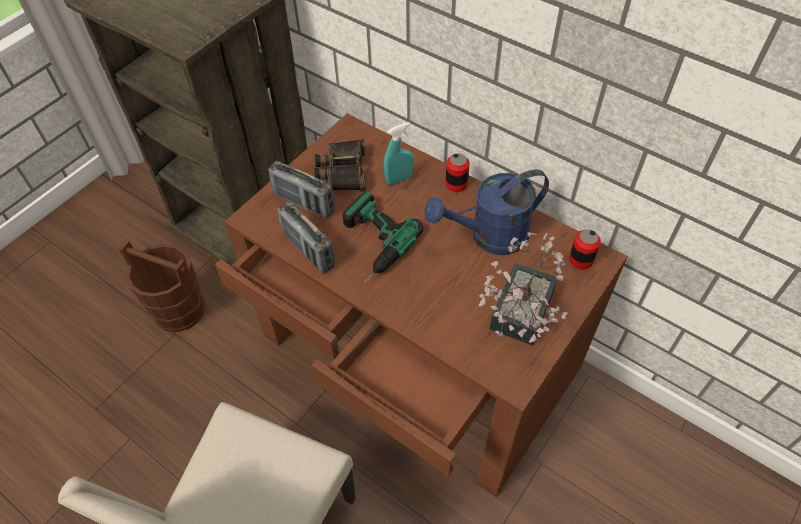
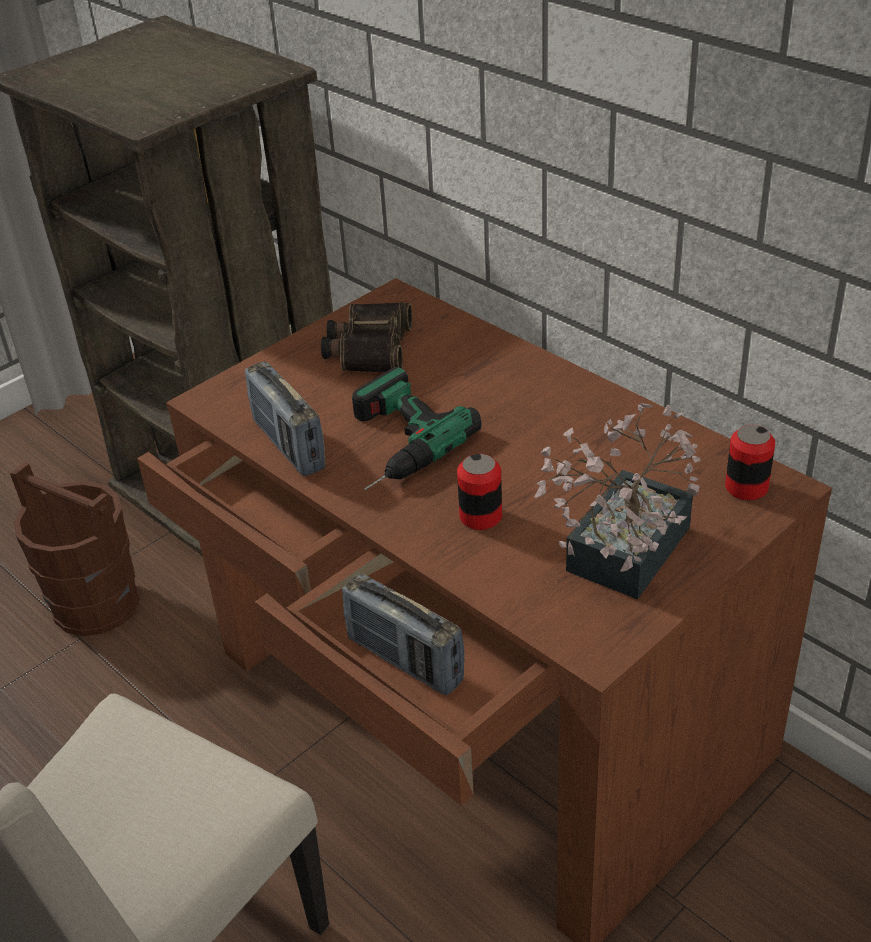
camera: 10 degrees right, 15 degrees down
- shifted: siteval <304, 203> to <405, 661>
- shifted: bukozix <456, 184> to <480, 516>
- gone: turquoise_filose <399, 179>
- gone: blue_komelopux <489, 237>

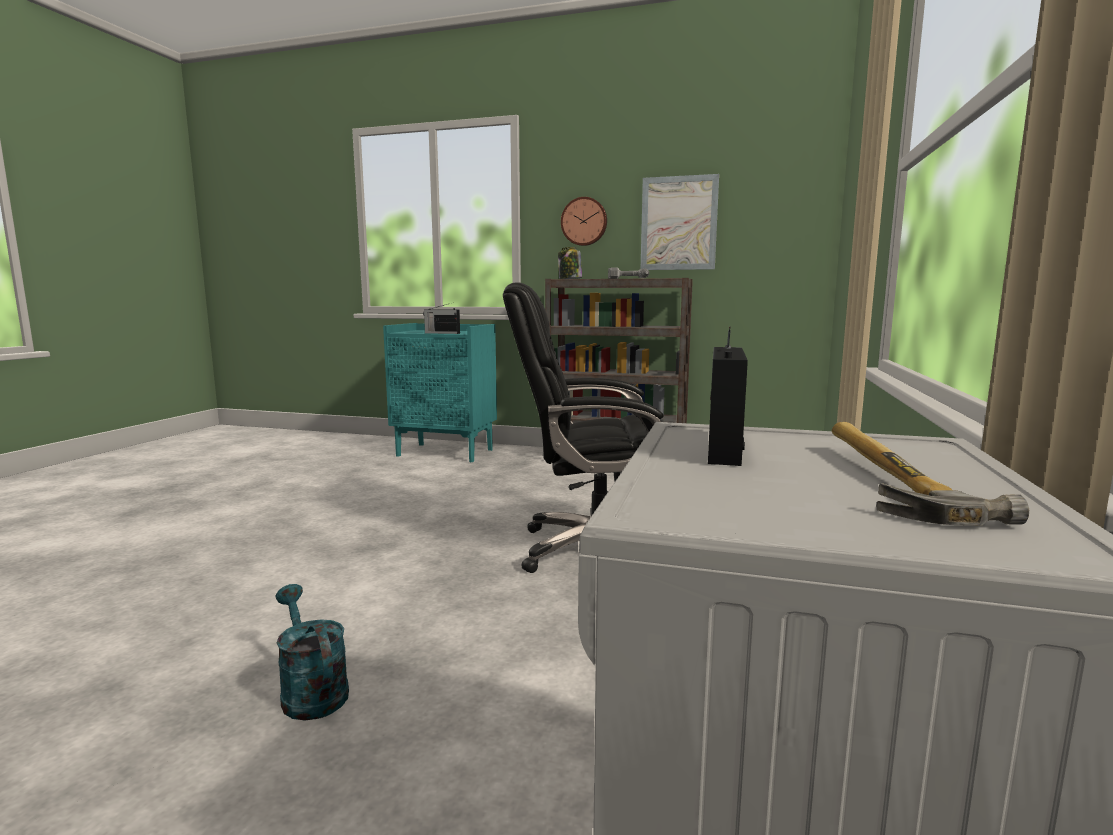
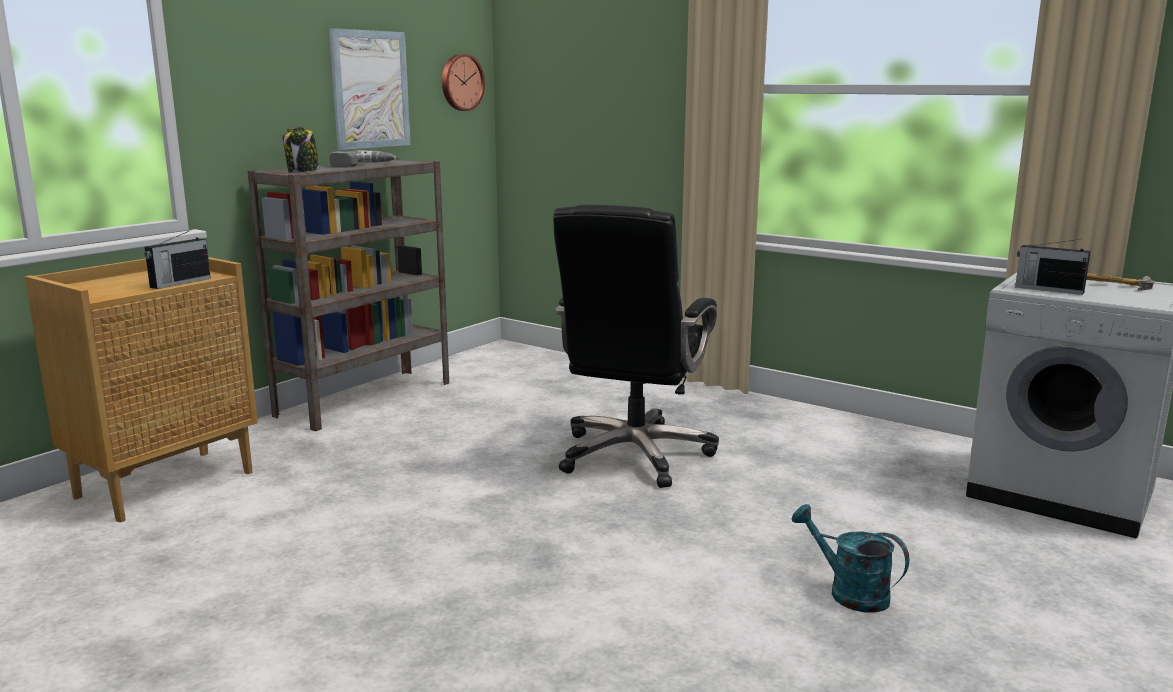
camera: 70 degrees left, 5 degrees up
- repainted: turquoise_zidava <445, 453> to brown_zidava <167, 484>
- shifted: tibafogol <584, 221> to <461, 82>
- rotated: turquoise_komelopux <311, 691> = <849, 592> 60 degrees clockwise

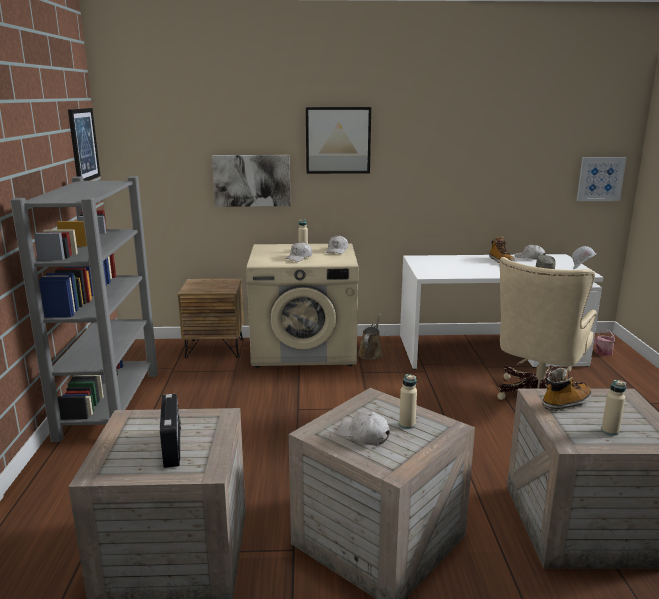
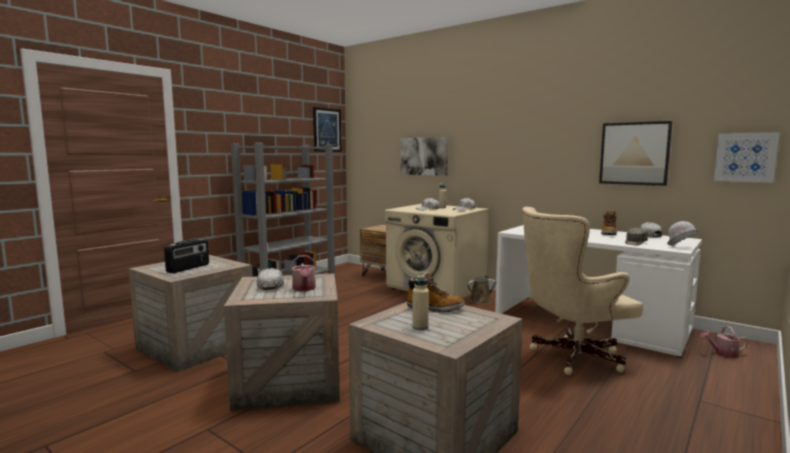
camera: 40 degrees right, 10 degrees down
- swapped: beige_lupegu <407, 424> to komelopux <304, 289>
- shifted: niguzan <338, 140> to <634, 153>

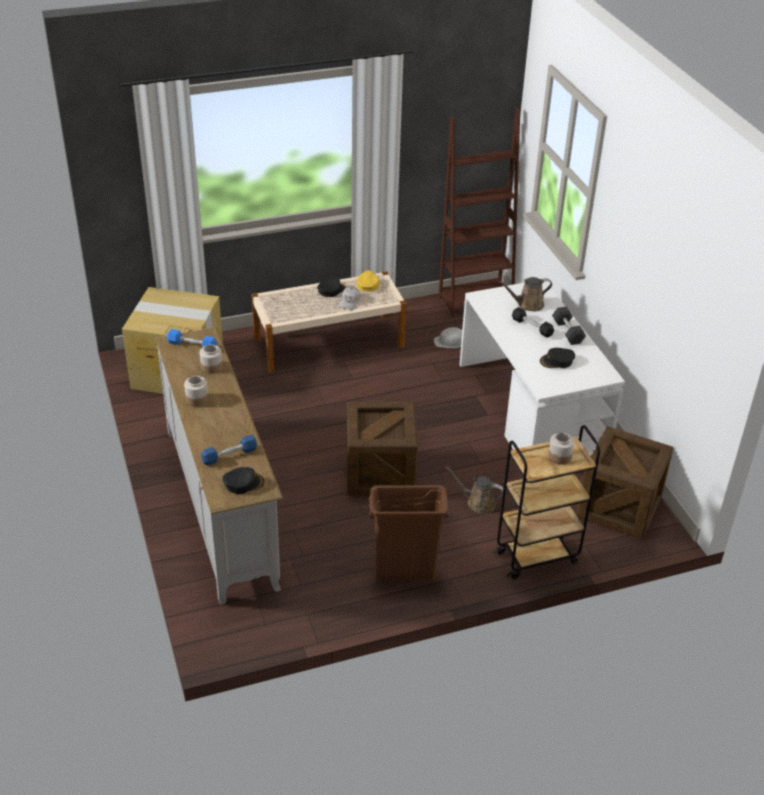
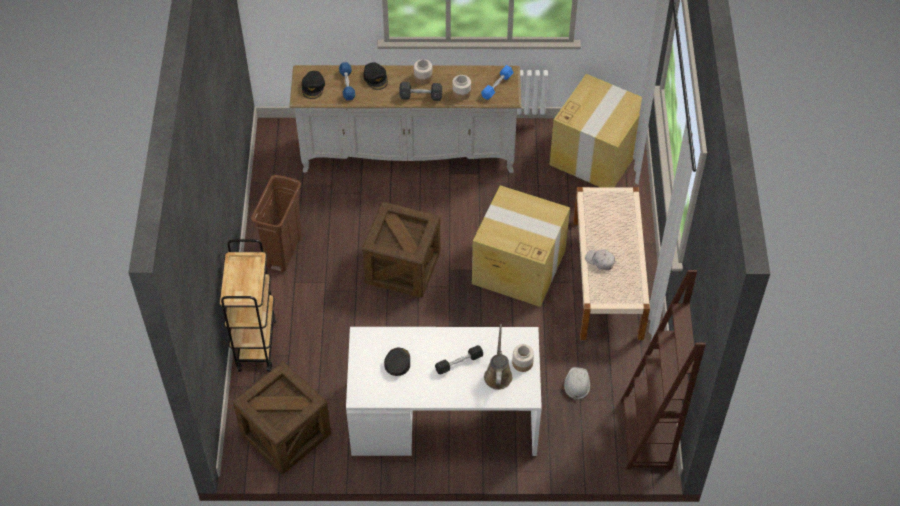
camera: 110 degrees right, 15 degrees up
- shifted: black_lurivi <331, 290> to <376, 78>
- shifted: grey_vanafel <567, 332> to <421, 96>
- new: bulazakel <517, 267>
- shifted: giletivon <560, 456> to <522, 363>
- gone: yellow_lurivi <367, 284>
- gone: brown_komelopux <478, 503>

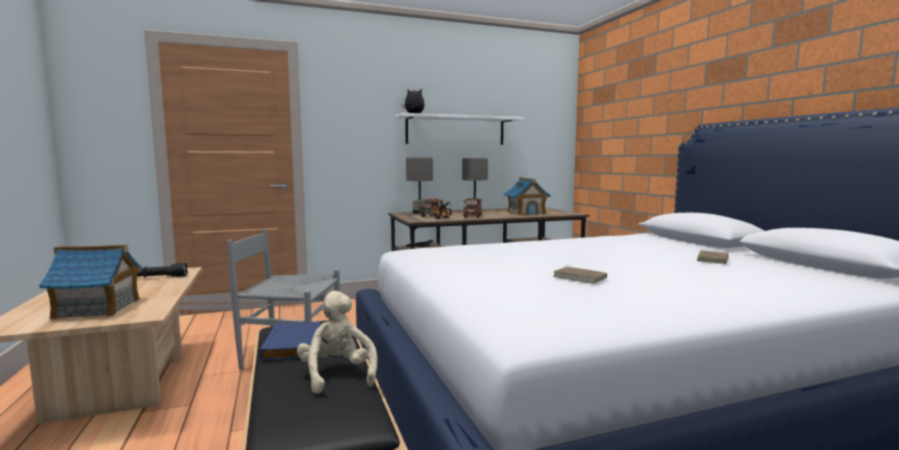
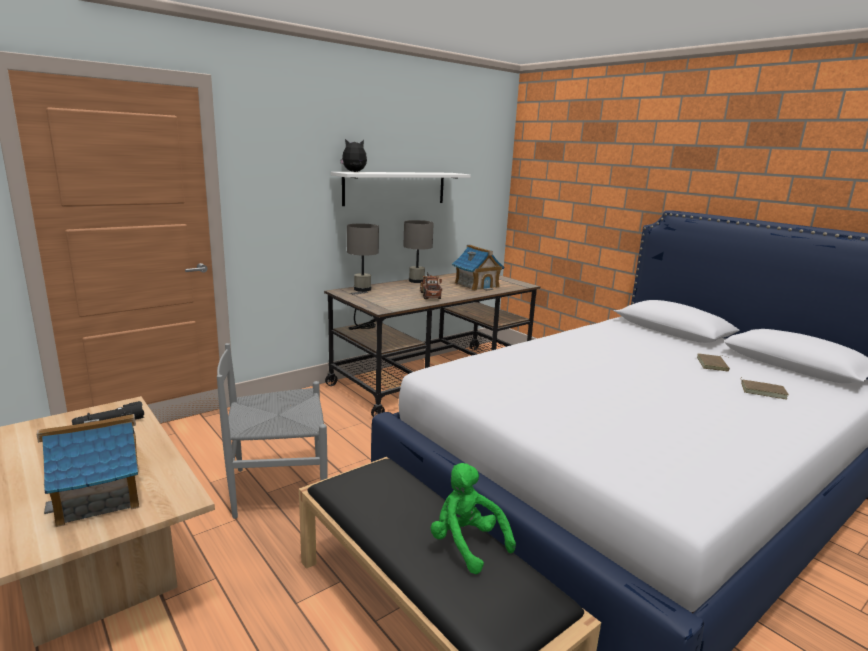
camera: 20 degrees left, 10 degrees up
- repainted: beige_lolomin <337, 375> to green_lolomin <466, 544>
- shifted: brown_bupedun <580, 277> to <763, 391>
- gone: blue_bupedun <295, 345>
- gone: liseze <436, 217>

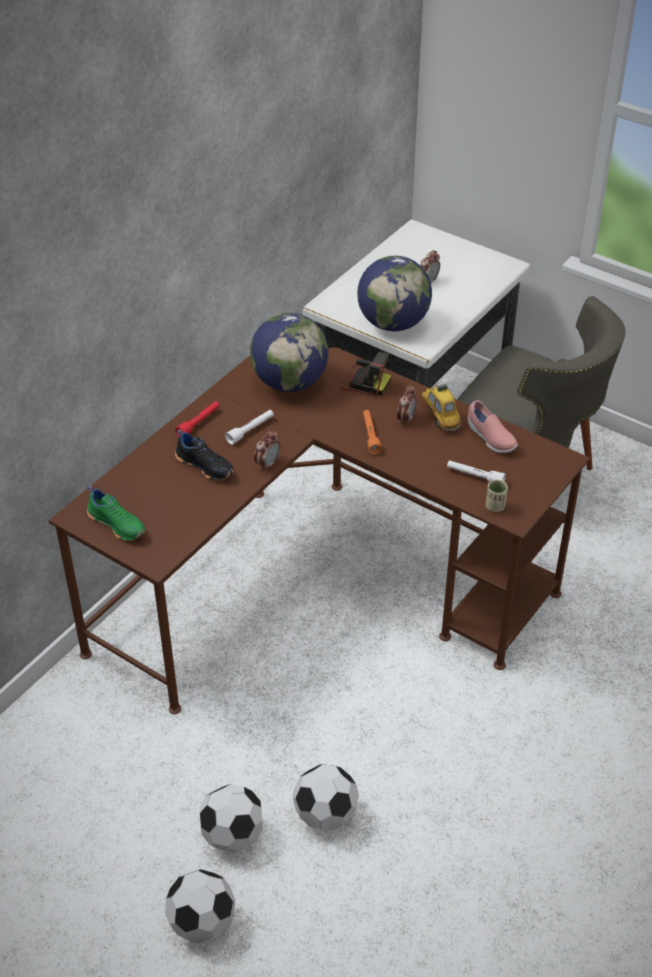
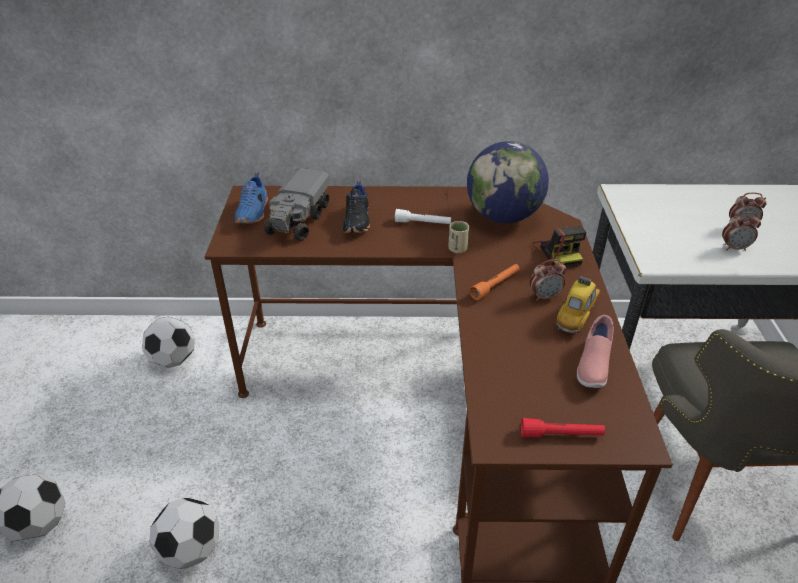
camera: 55 degrees right, 5 degrees down
- shifted: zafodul <232, 835> to <173, 359>
- repainted: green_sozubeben <118, 524> to blue_sozubeben <254, 212>
- new: liseze <299, 220>
- shifted: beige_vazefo <495, 506> to <457, 249>
- shifted: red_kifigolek <199, 423> to <561, 435>
- shifted: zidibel <267, 464> to <734, 248>
- gone: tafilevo <393, 323>
- gone: white_kifigolek <475, 477>

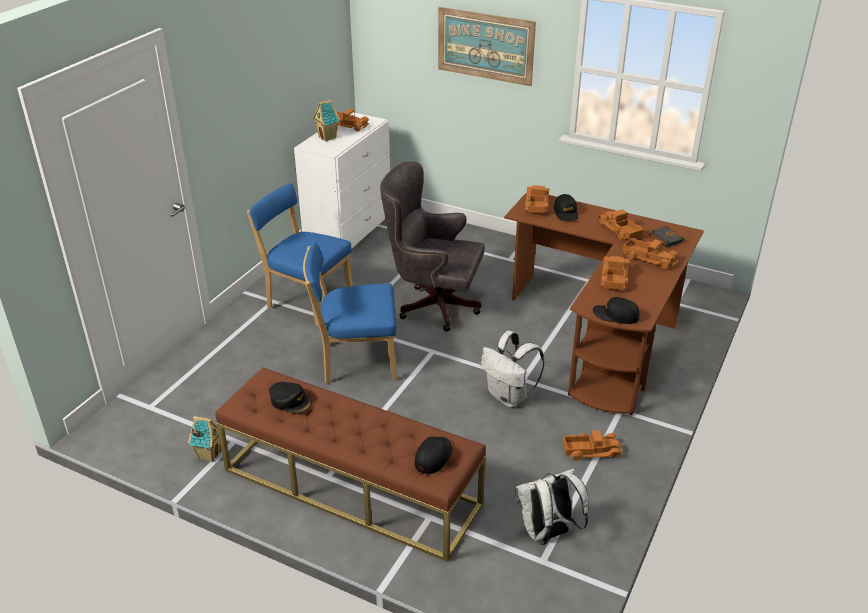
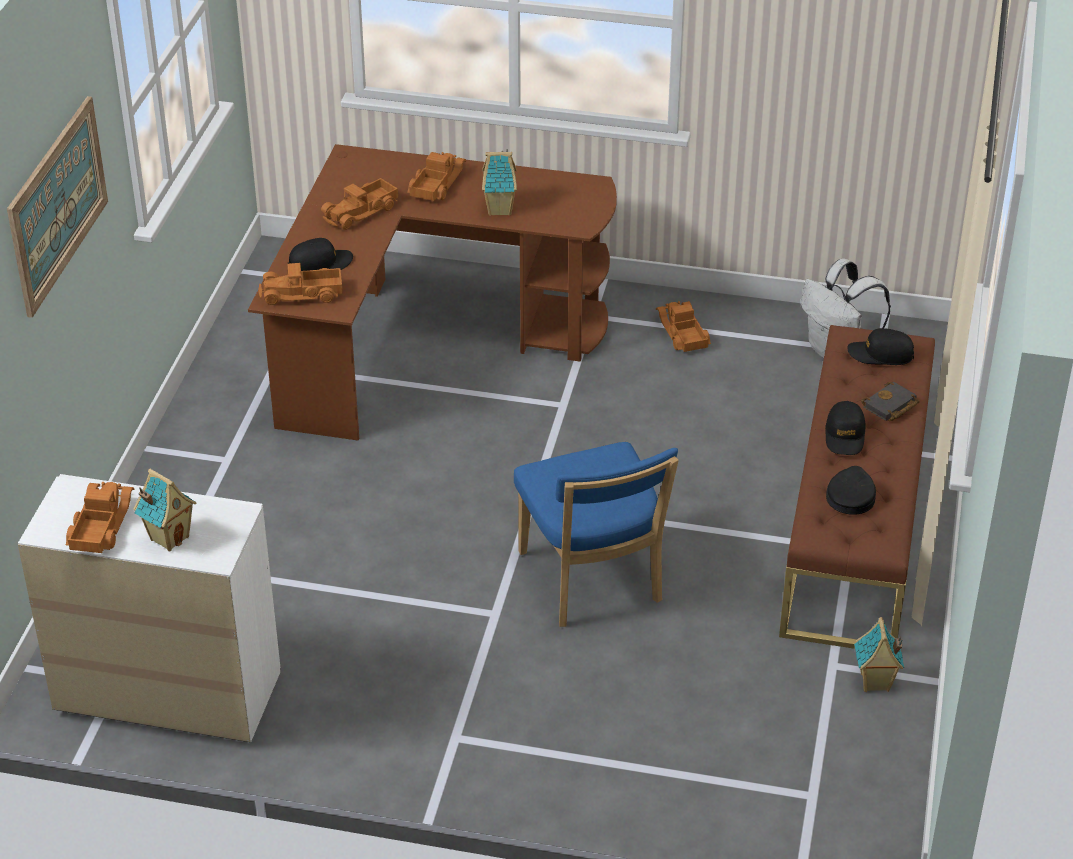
camera: 105 degrees left, 5 degrees up
- swapped: liseze <613, 278> to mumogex <500, 209>
- shifted: black_lurivi <616, 315> to <845, 435>
- shifted: black_bupedun <664, 239> to <890, 406>
- gone: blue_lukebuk <306, 301>
- gone: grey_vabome <433, 307>
- gone: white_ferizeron <509, 397>

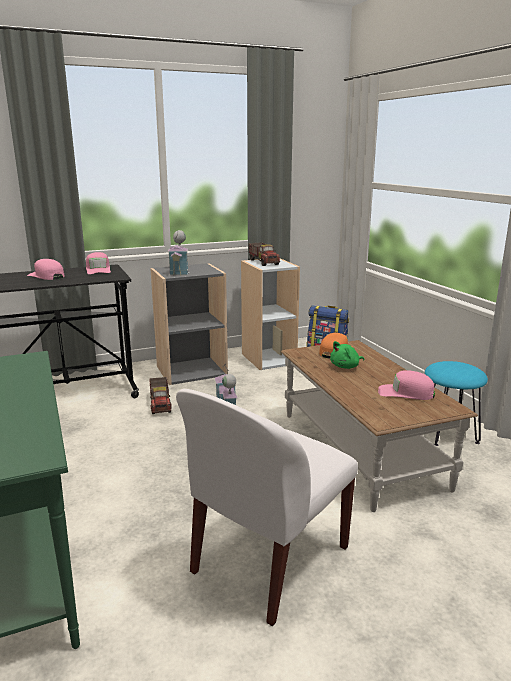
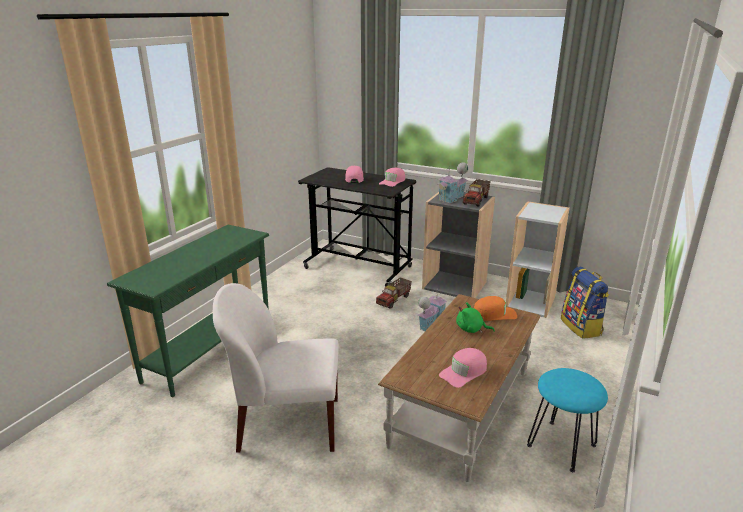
camera: 50 degrees right, 5 degrees up
- rotated: pink_lurivi <405, 393> = <464, 372> 105 degrees counterclockwise
- shifted: liseze <263, 262> to <476, 200>

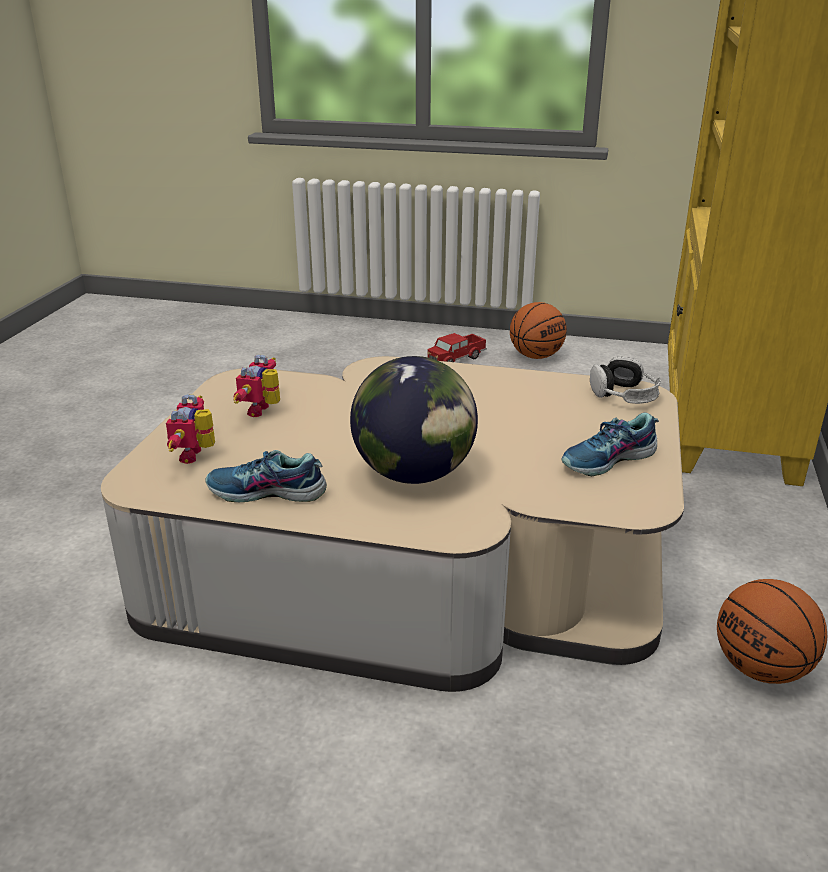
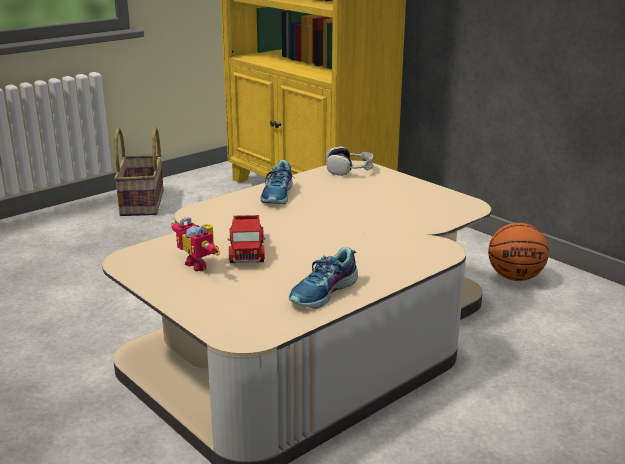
camera: 55 degrees left, 5 degrees down
- swapped: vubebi <536, 356> to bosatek <143, 203>
- shifted: liseze <456, 359> to <247, 250>
- shifted: sozubeben <609, 460> to <278, 195>
- gone: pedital <197, 455>
- gone: tafilevo <414, 474>

